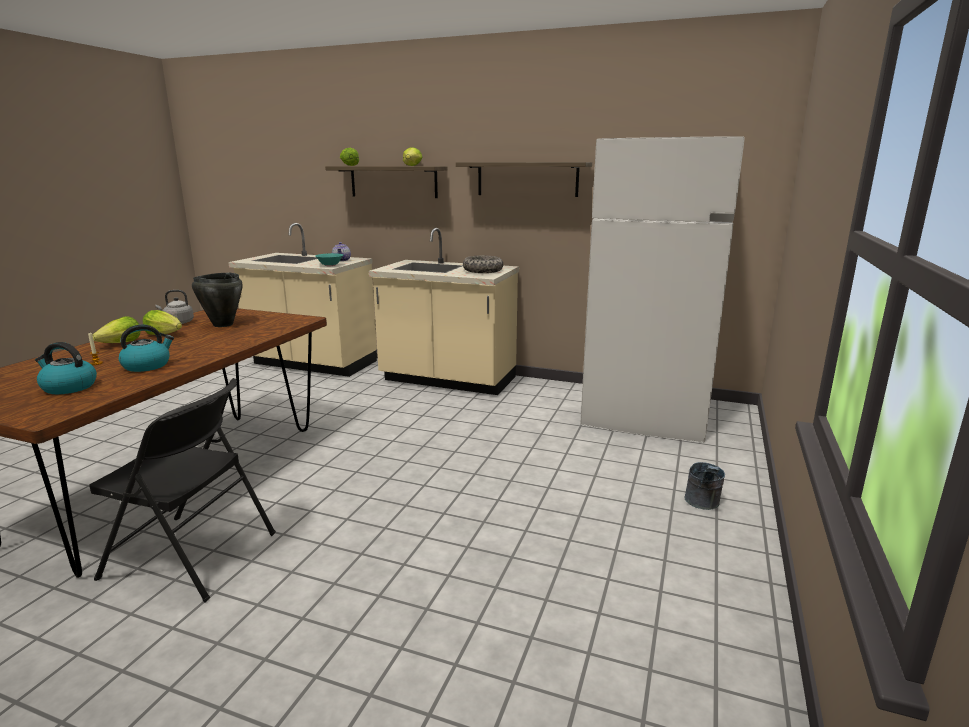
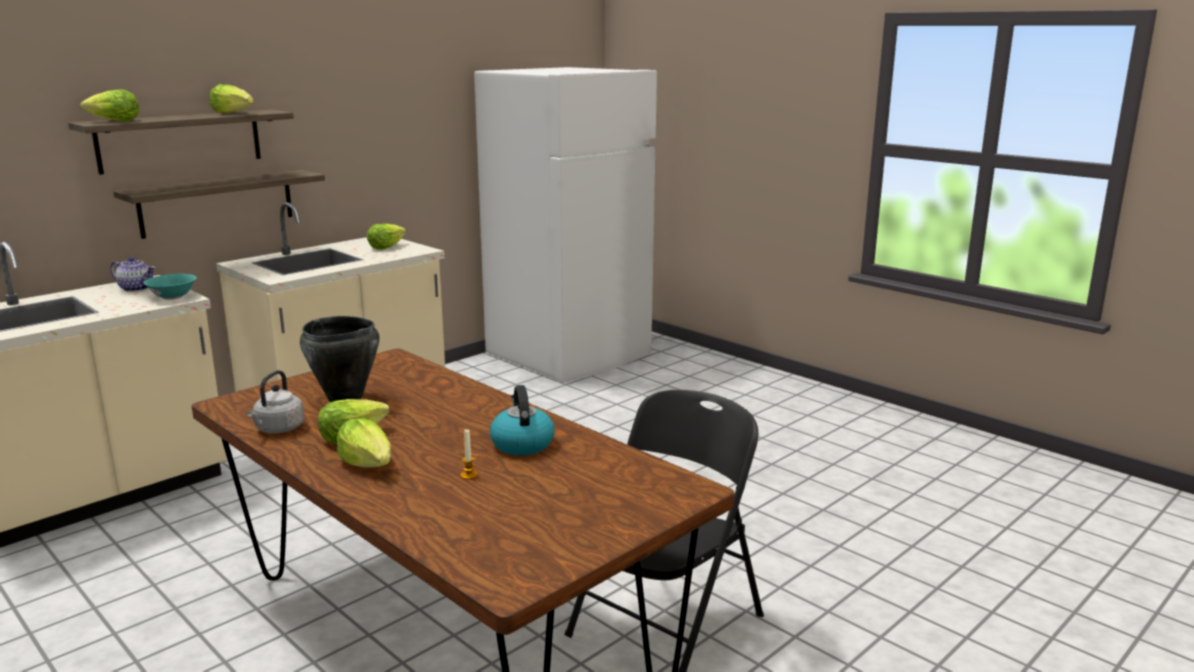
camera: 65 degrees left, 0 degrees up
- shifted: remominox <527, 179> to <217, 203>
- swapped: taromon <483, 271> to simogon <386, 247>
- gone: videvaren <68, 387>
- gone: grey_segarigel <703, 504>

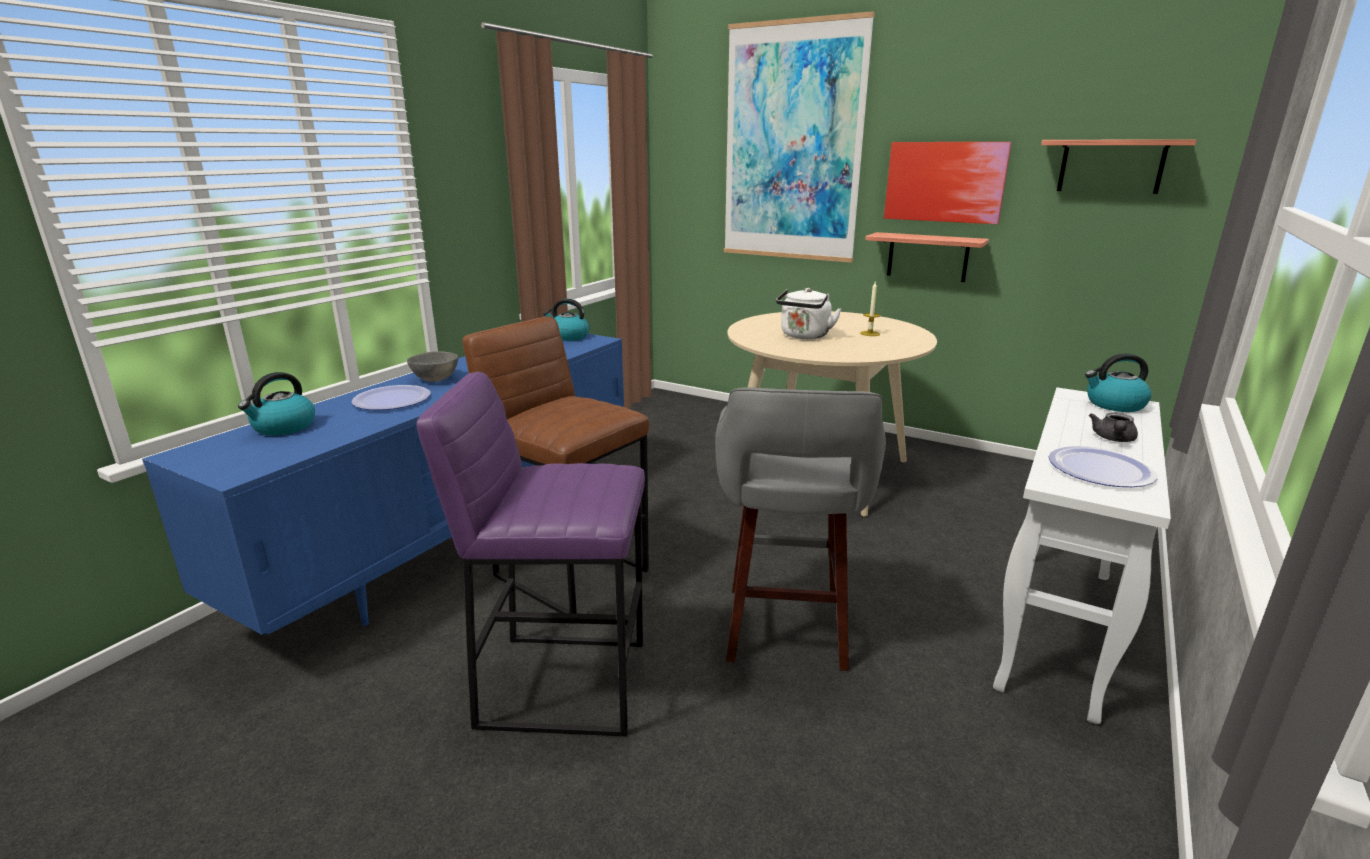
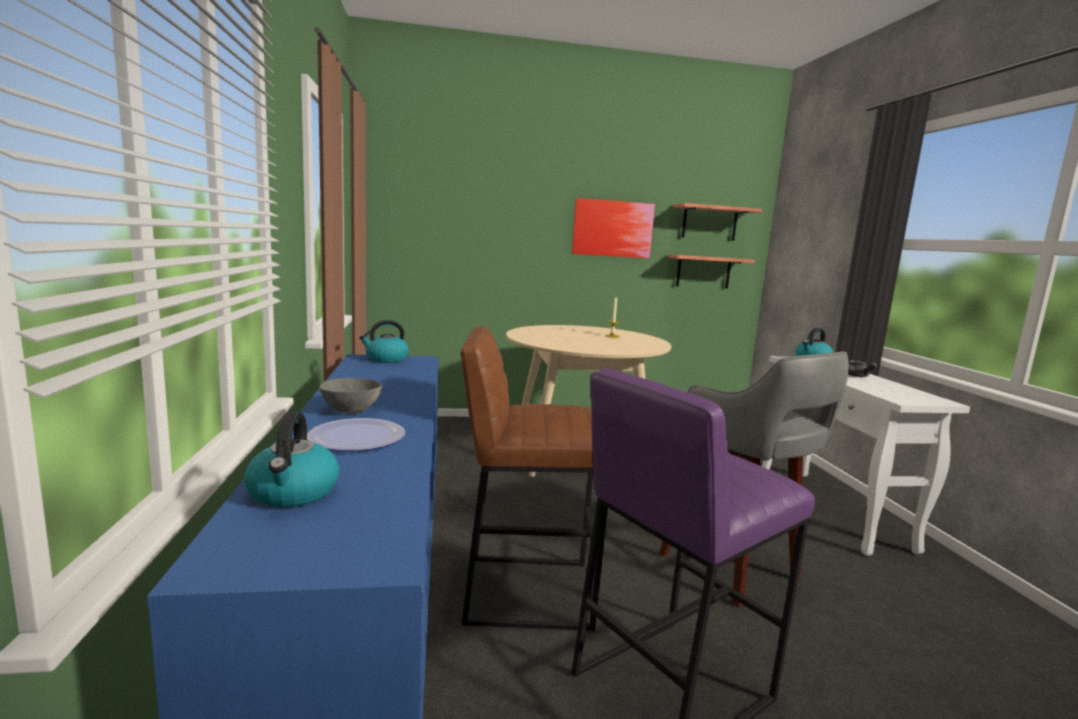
camera: 40 degrees left, 10 degrees down
- shifted: remominox <927, 257> to <703, 272>
- gone: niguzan <792, 144>
- gone: white_videvaren <804, 336>
- gone: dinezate <1100, 469>

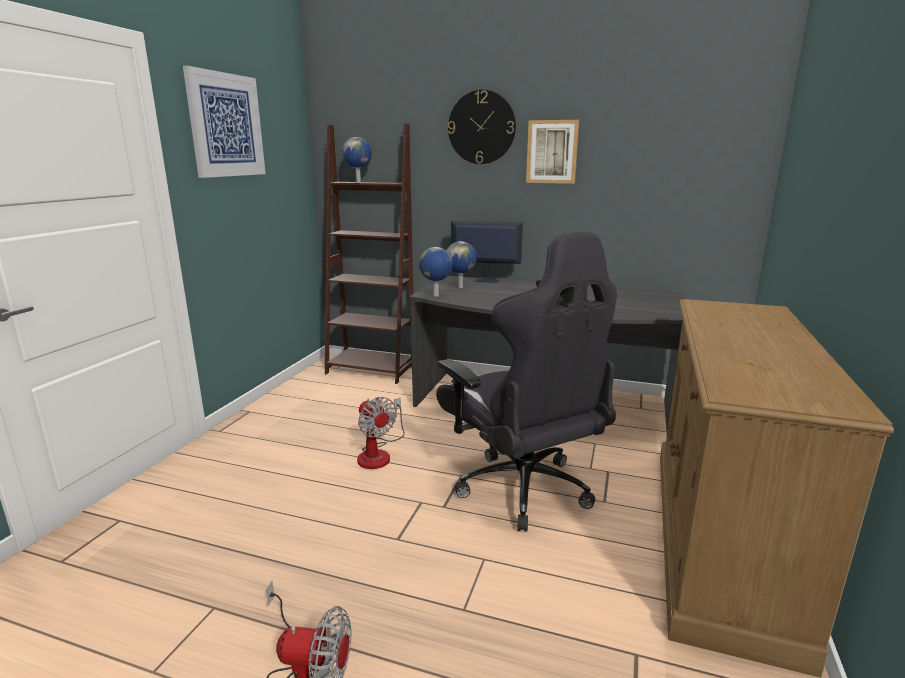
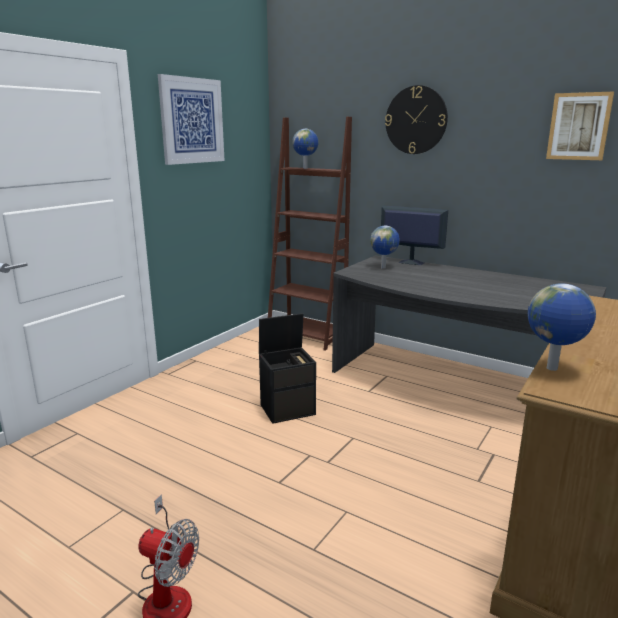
camera: 15 degrees right, 0 degrees up
- swapped: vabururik <379, 453> to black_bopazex <288, 409>
- shifted: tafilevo <436, 296> to <552, 369>
- shifted: niguzan <552, 152> to <579, 126>
- gone: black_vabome <518, 485>

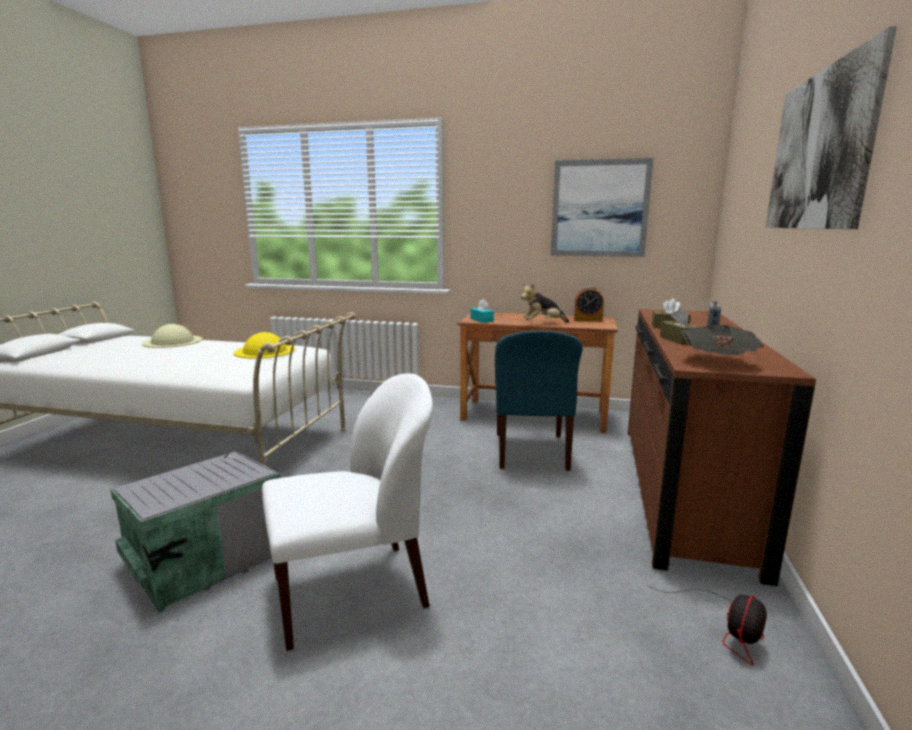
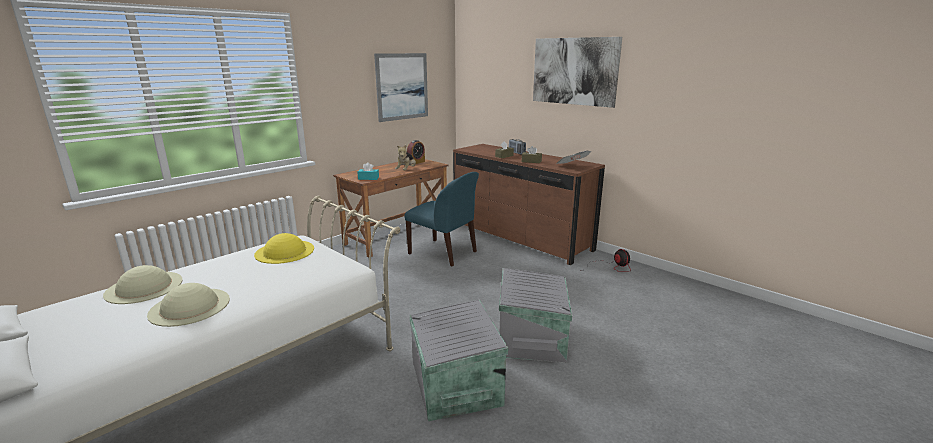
camera: 60 degrees left, 5 degrees up
- new: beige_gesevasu <189, 306>
- swapped: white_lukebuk <353, 591> to grey_bopazex <533, 336>

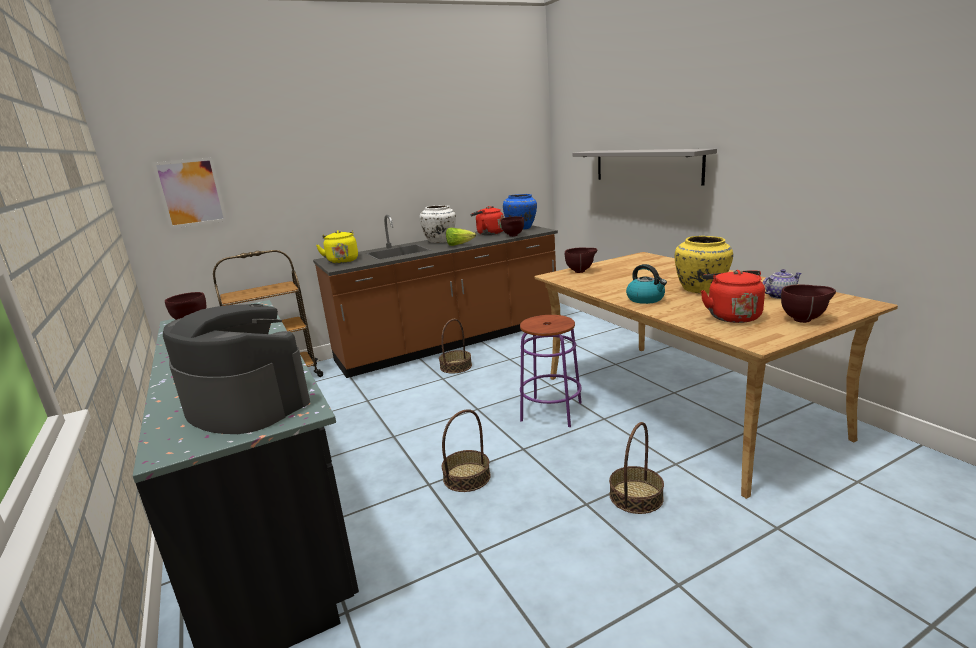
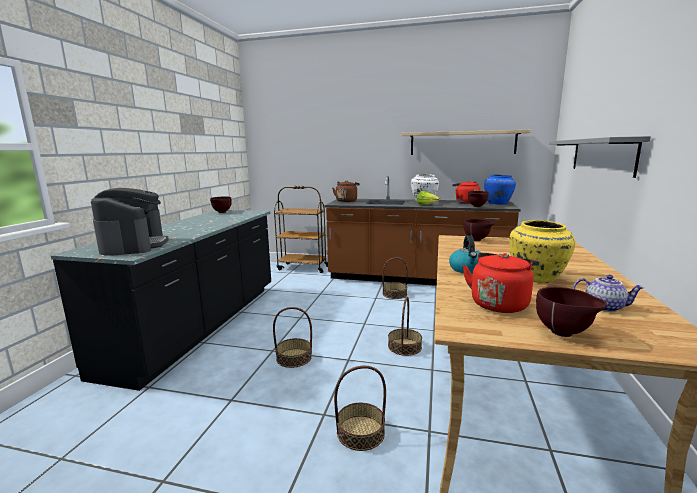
camera: 40 degrees right, 5 degrees down
- repainted: yellow_videvaren <342, 261> to brown_videvaren <346, 201>
- swapped: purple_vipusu <551, 411> to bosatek <404, 346>
- new: beige_remominox <462, 143>
- gone: niguzan <191, 192>

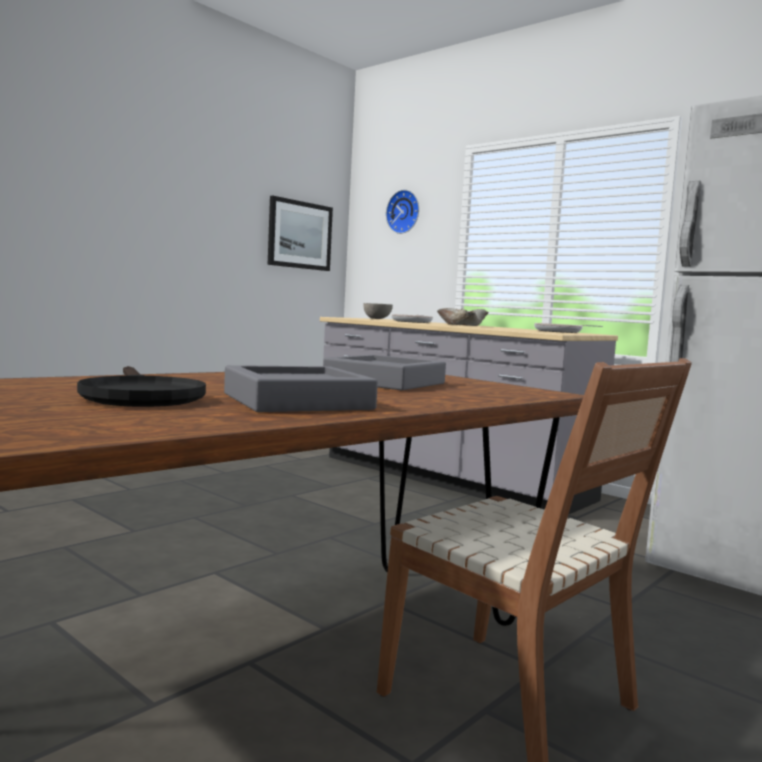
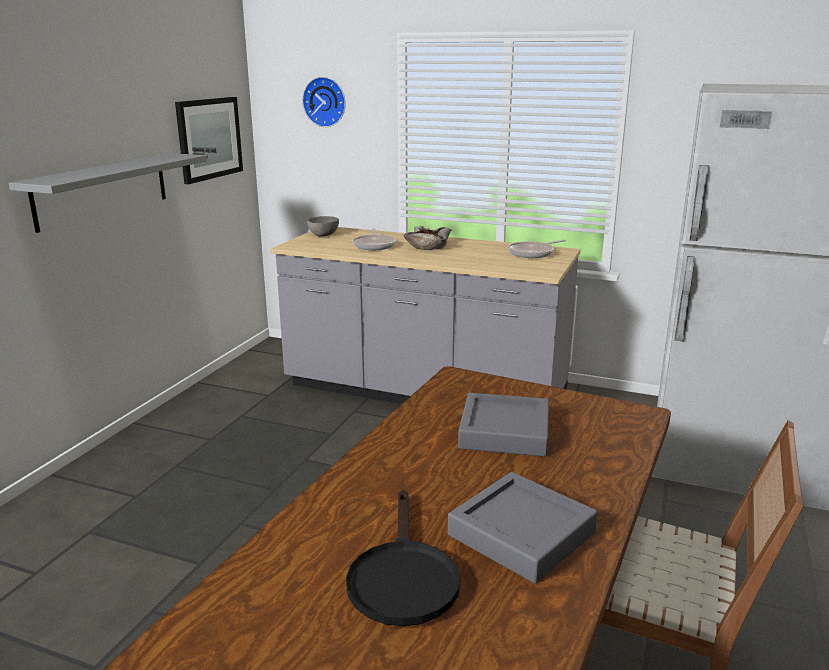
camera: 20 degrees left, 15 degrees up
- new: grey_remominox <103, 190>
- rotated: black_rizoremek <140, 396> = <402, 577> 45 degrees clockwise

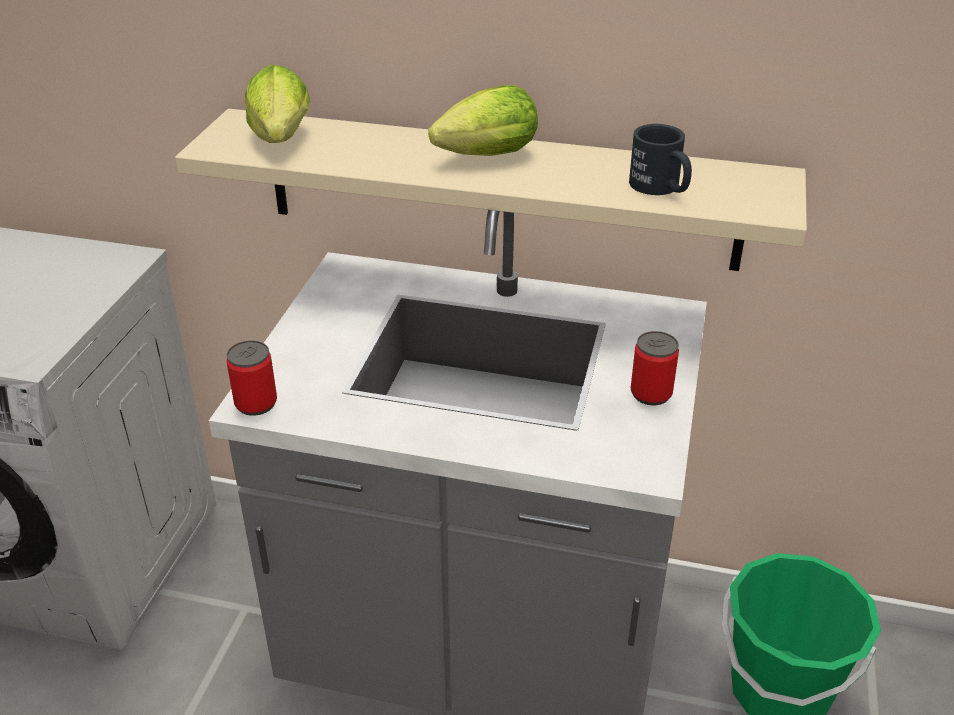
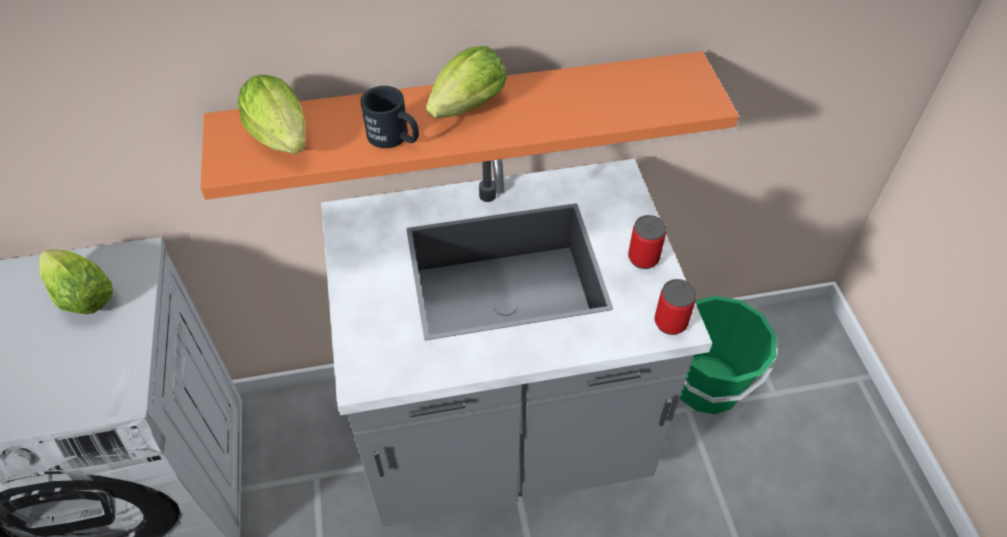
camera: 25 degrees left, 15 degrees up
- new: simogon <80, 294>
- repainted: beige_remominox <500, 189> to orange_remominox <464, 119>
- shifted: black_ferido <661, 188> to <395, 138>
- shifted: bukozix <256, 403> to <670, 322>

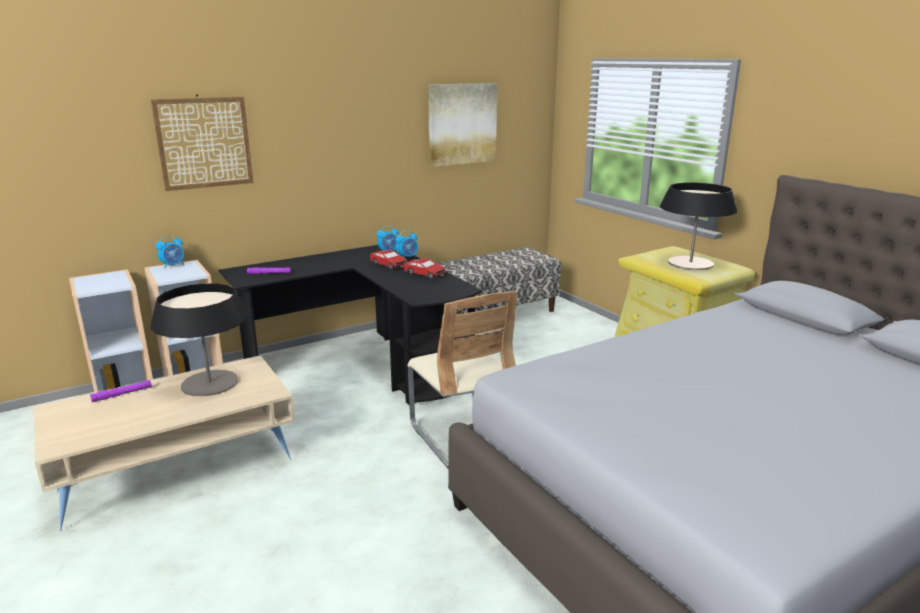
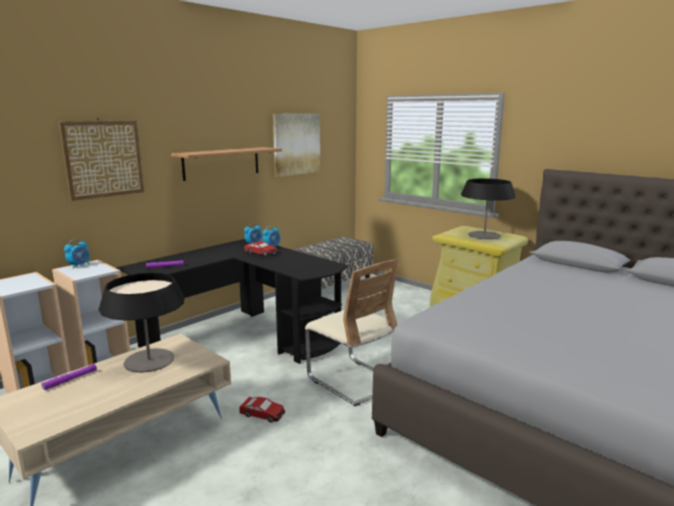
camera: 15 degrees left, 5 degrees down
- new: remominox <221, 163>
- shifted: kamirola <425, 274> to <262, 414>

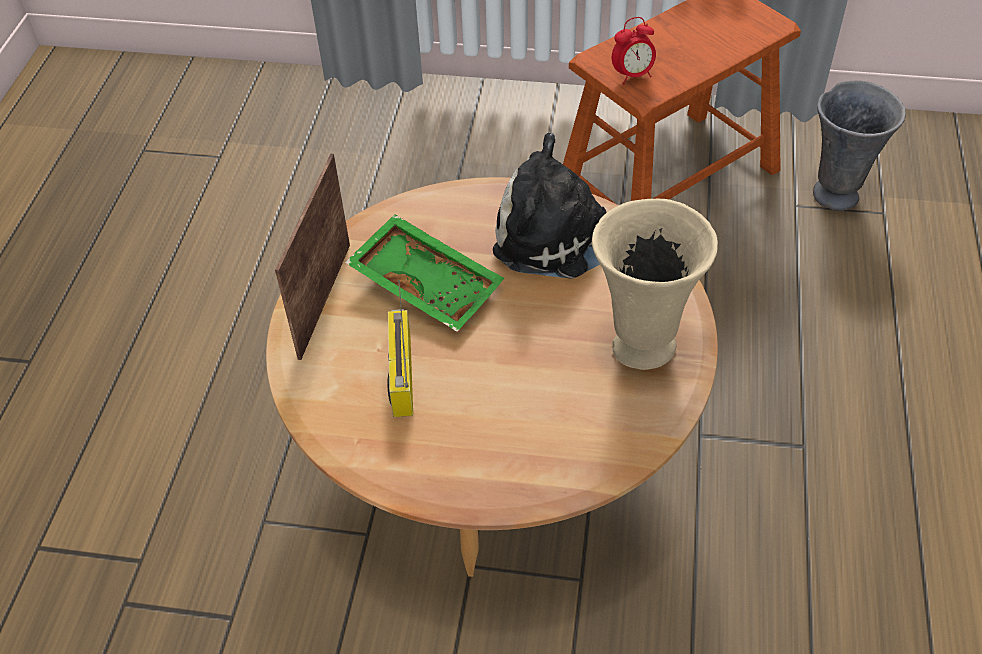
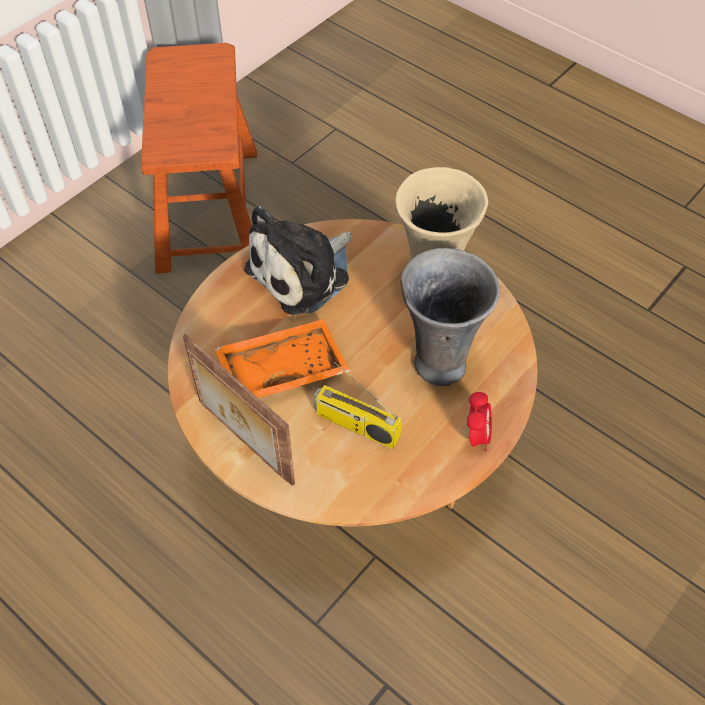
camera: 60 degrees left, 5 degrees up
- repainted: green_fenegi <428, 283> to orange_fenegi <282, 368>
- shifted: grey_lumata <836, 194> to <438, 363>
- shifted: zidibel <632, 75> to <476, 436>

